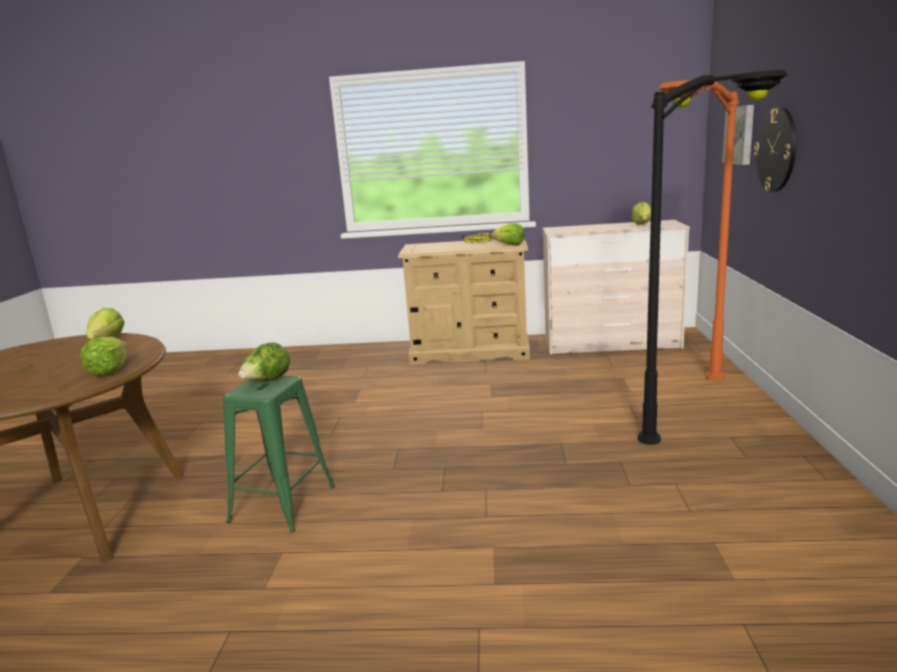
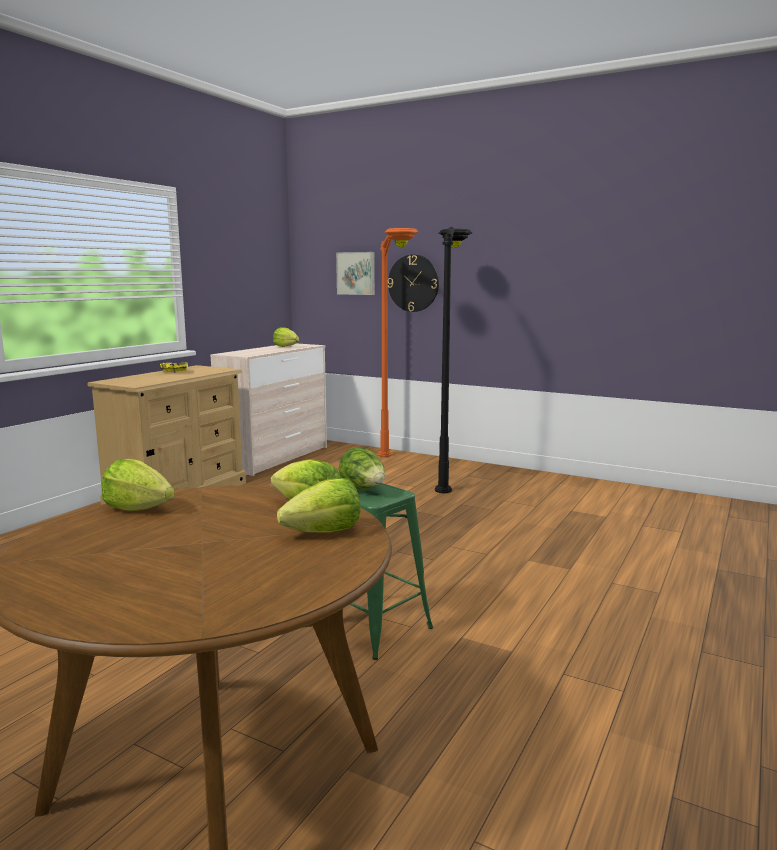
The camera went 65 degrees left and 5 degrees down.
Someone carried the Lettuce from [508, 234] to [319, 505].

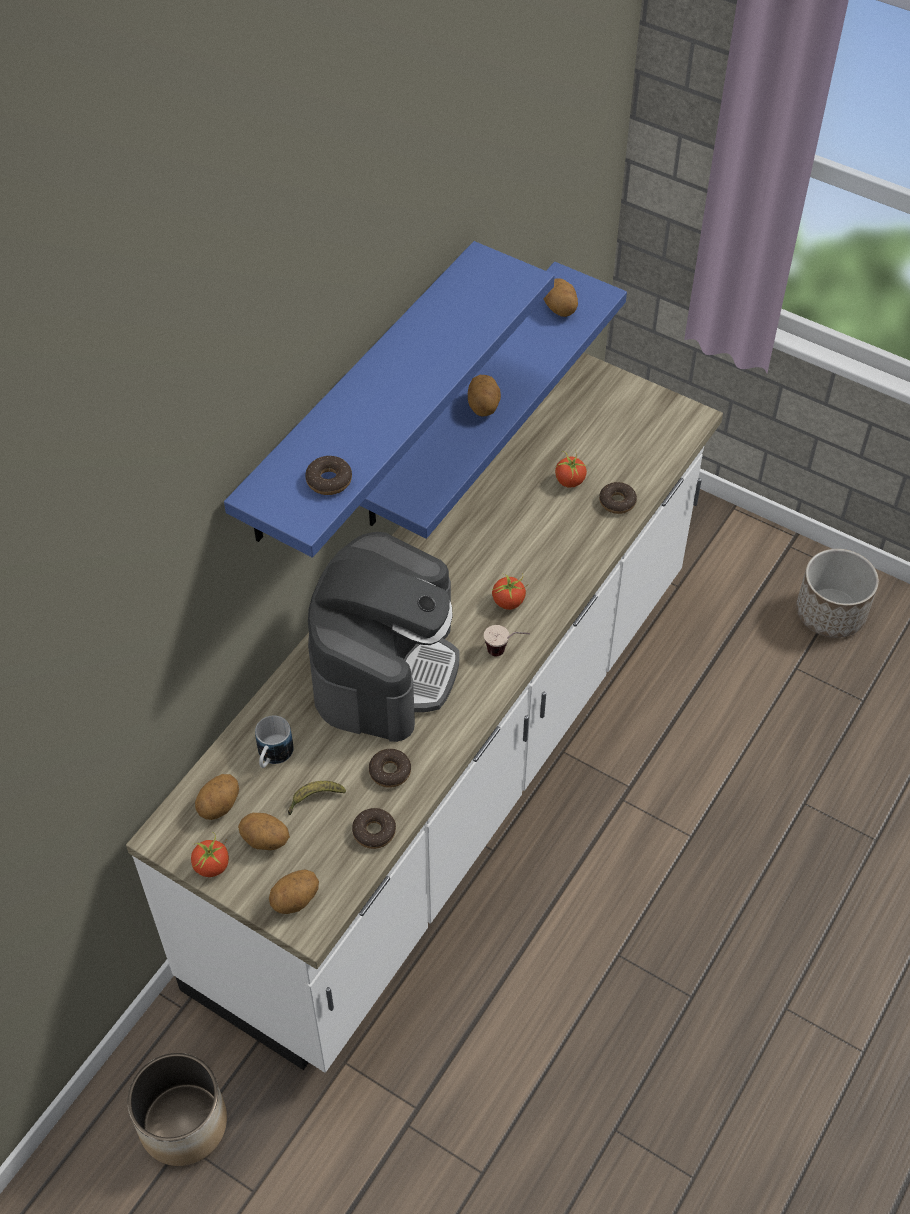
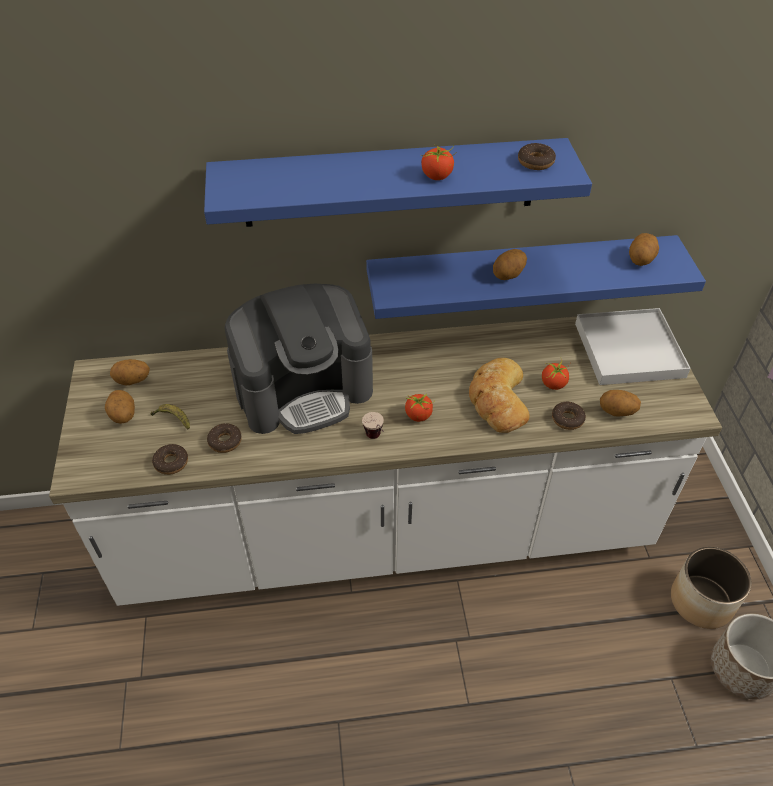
The camera went 50 degrees right and 5 degrees down.
Someone carried the Tomato from [210, 854] to [438, 162].
Someone put down the Bread at [499, 395].
Someone carried the Donut from [328, 475] to [537, 156].
Someone put down the WhiteTray at [633, 346].
Someone carried the Potato from [294, 892] to [620, 403].
Someone carried the Planter from [177, 1109] to [711, 588].
Someone took away the Mug at [274, 742].

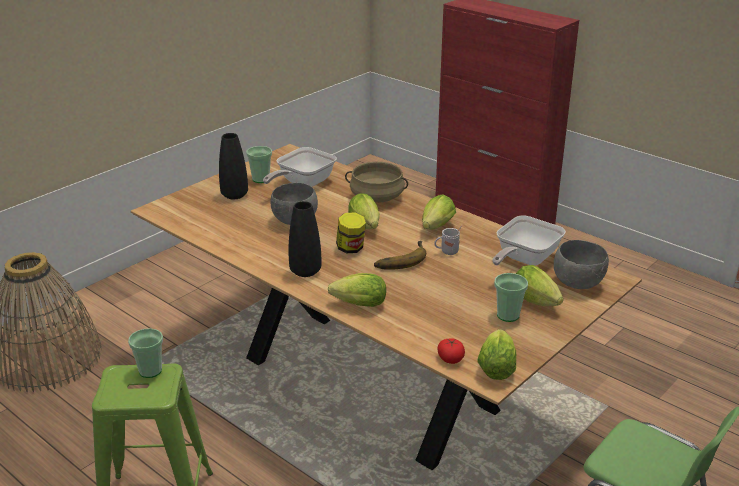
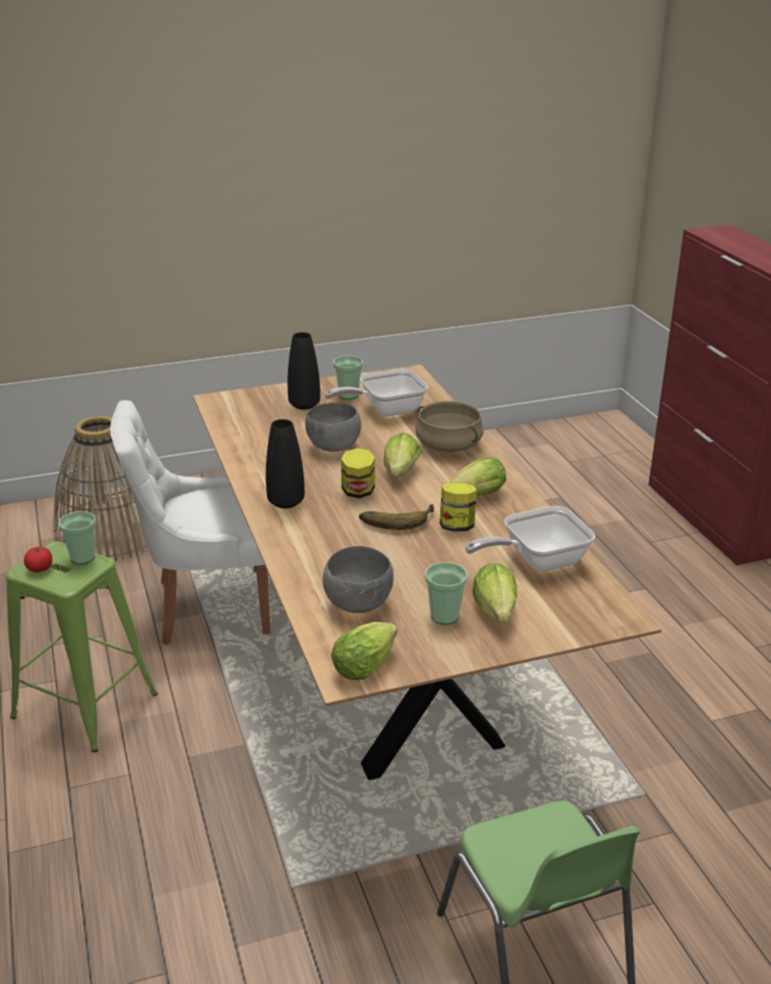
The camera went 30 degrees right and 0 degrees up.
Someone carried the Tomato from [451, 351] to [38, 559].
Someone put down the WhiteChair at [190, 522].
Someone carried the GreyBowl from [581, 264] to [358, 579].
Someone swapped the WhiteMug at [447, 240] for the Jar at [458, 507].
Someone took away the Lettuce at [357, 290].

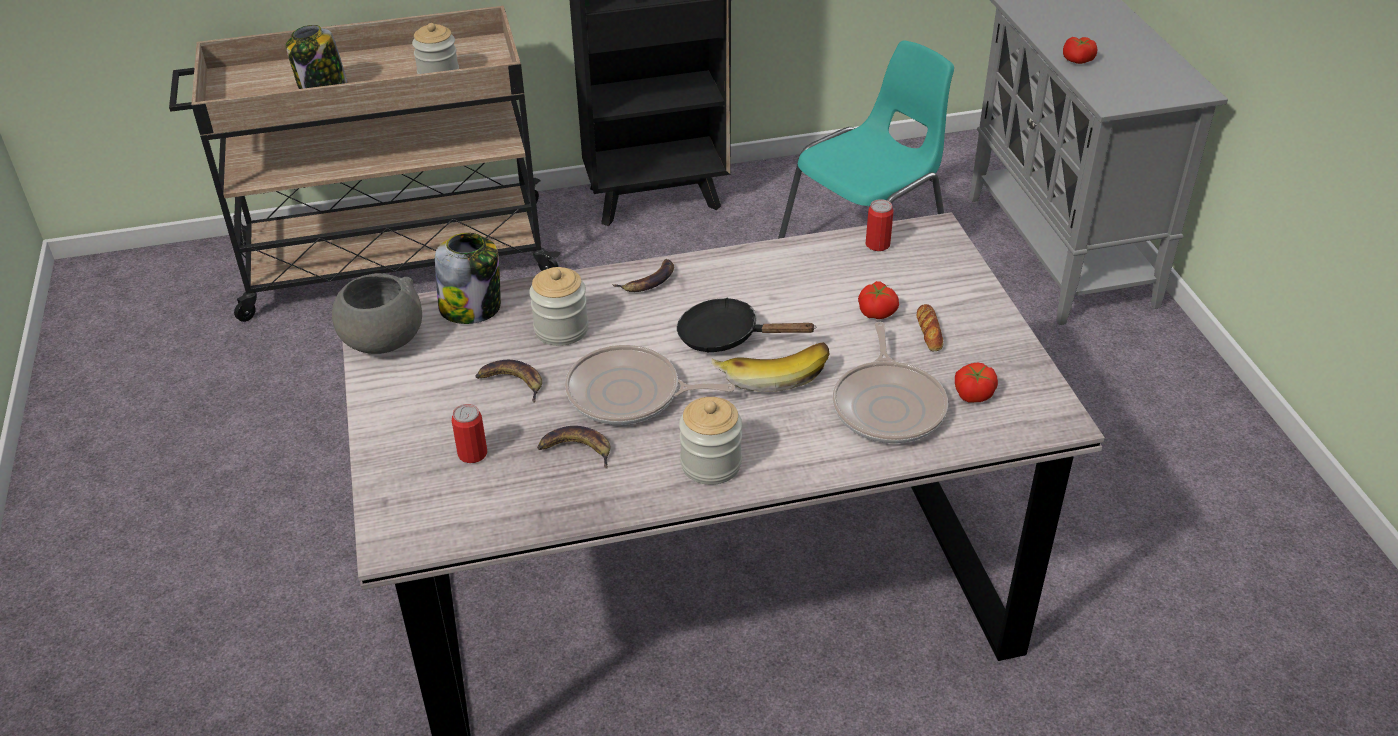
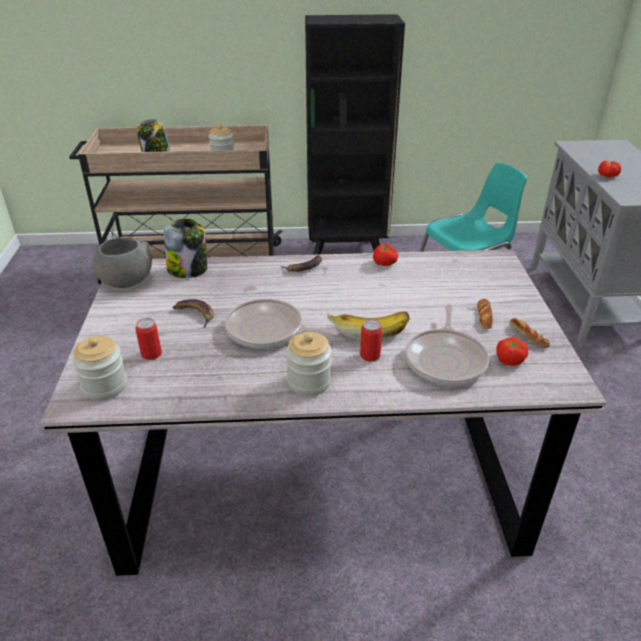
The camera went 10 degrees right and 5 degrees down.
Someone carried the Jar from [559, 306] to [99, 368].
Someone carried the Can from [879, 225] to [371, 340].
Someone carried the Tomato from [878, 300] to [385, 254].
Someone put down the Bread at [529, 333].
Someone took away the Banana at [573, 447].
Someone took away the BlackFryingPan at [746, 324].

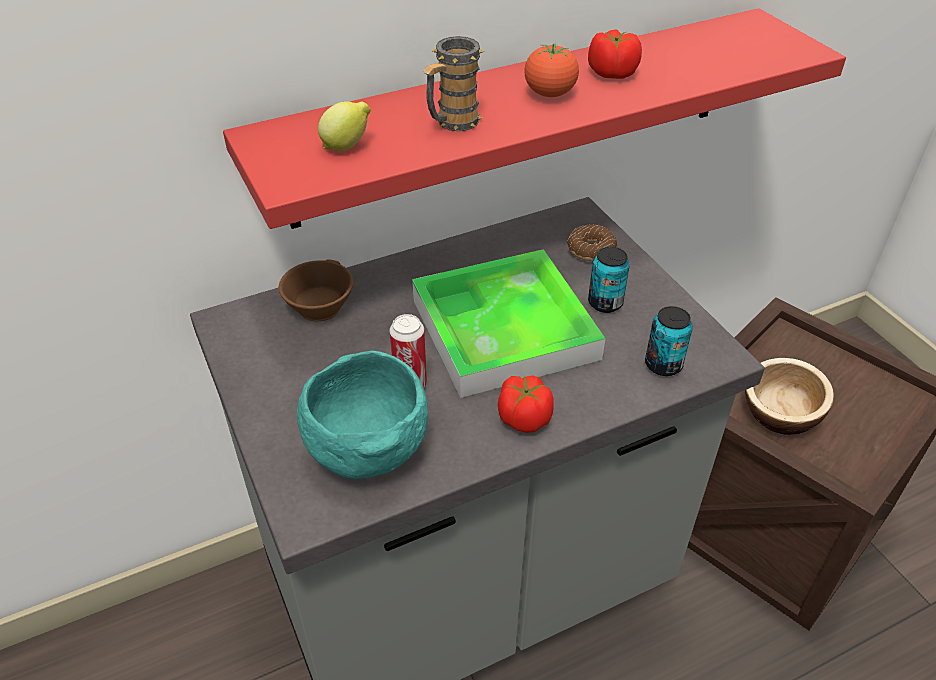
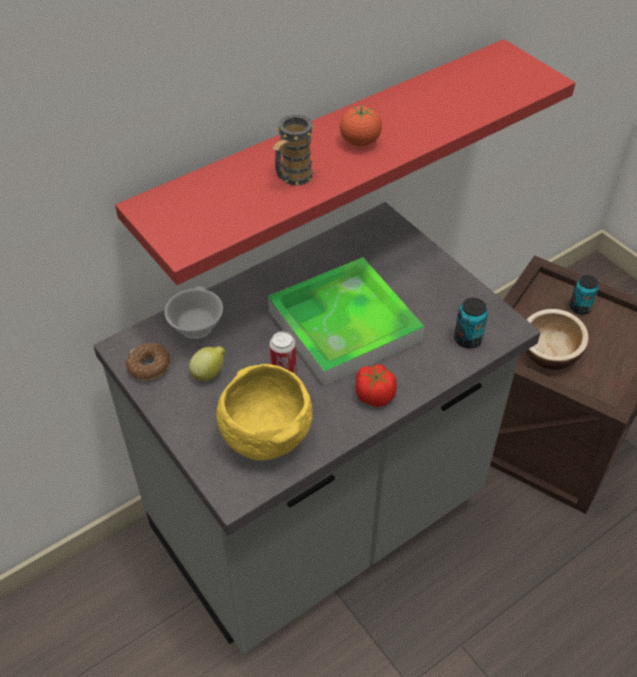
The camera went 10 degrees left and 5 degrees up.
Someone carried the Donut from [592, 243] to [148, 362].
Someone repainted the BrownCup at [316, 290], which became the WhiteCup at [193, 313].
Someone carried the Lemon from [344, 126] to [207, 363].
Someone repainted the TurquoiseBowl at [362, 415], which became the YellowBowl at [264, 412].
Someone carried the Can from [609, 280] to [584, 295].
Someone took away the Tomato at [615, 54].

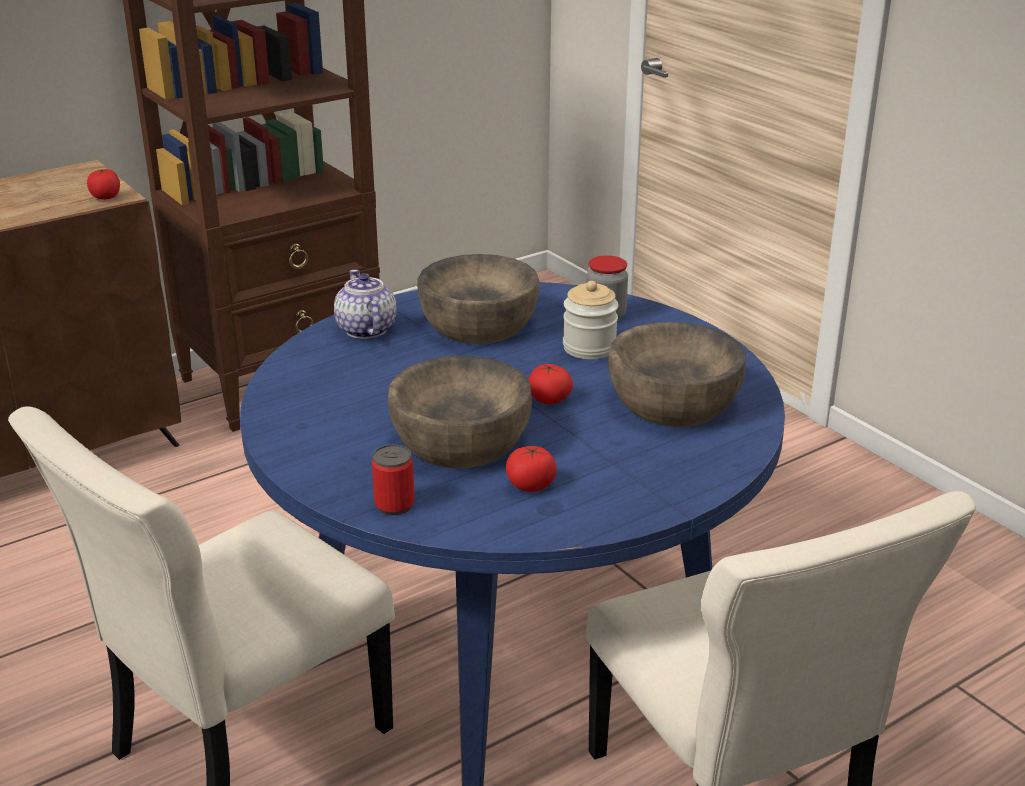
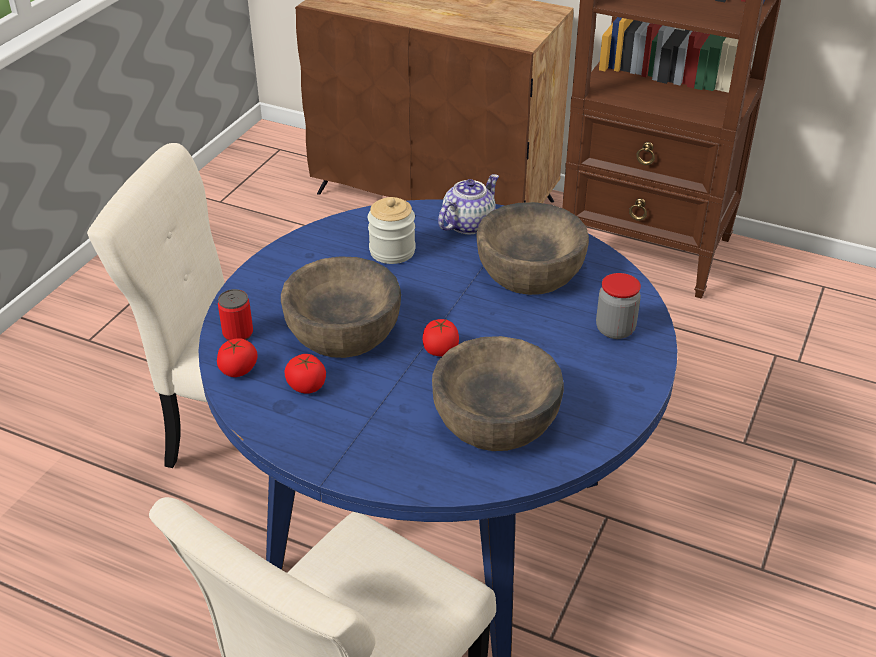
The camera went 60 degrees right and 10 degrees up.
Someone carried the Tomato from [103, 184] to [237, 357].
Someone carried the Jar from [591, 320] to [392, 230].

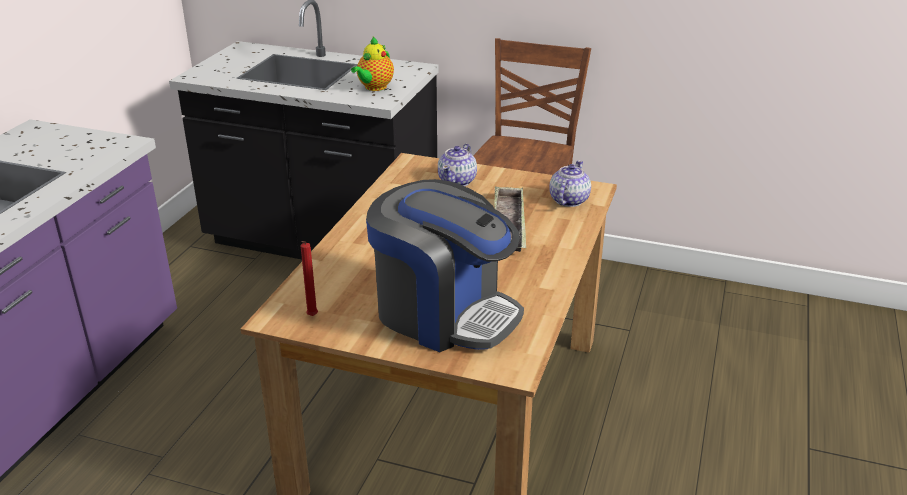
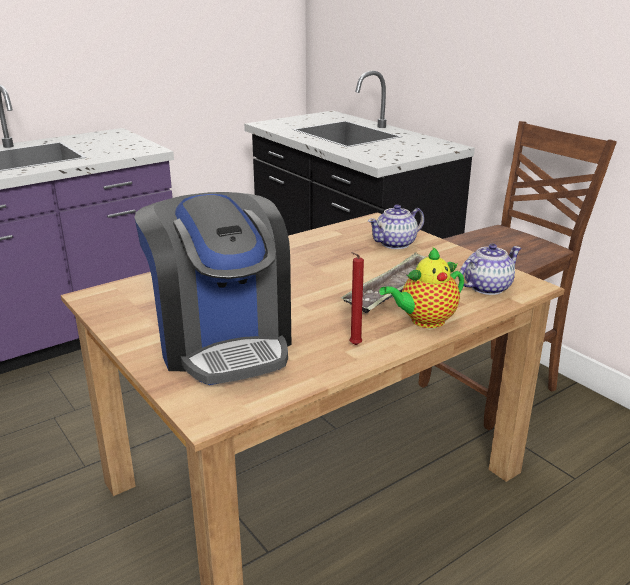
The camera went 35 degrees right and 5 degrees down.
Someone carried the RedCandle from [309, 278] to [357, 298].
Someone carried the Teapot from [372, 64] to [421, 287].

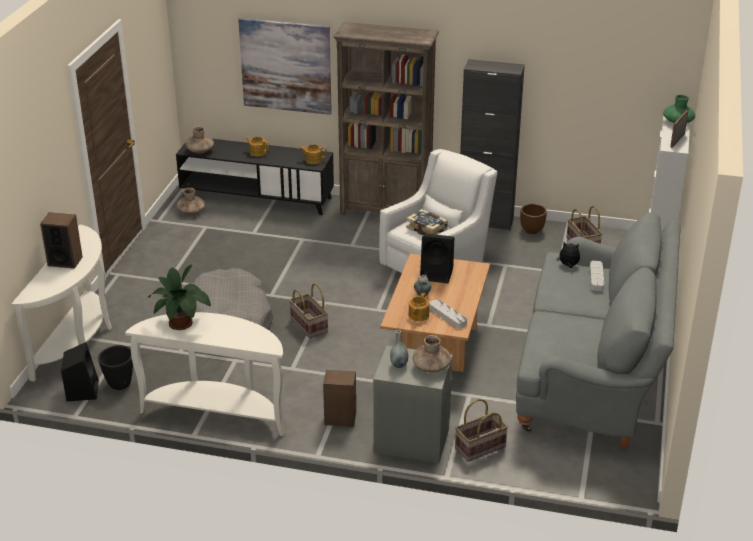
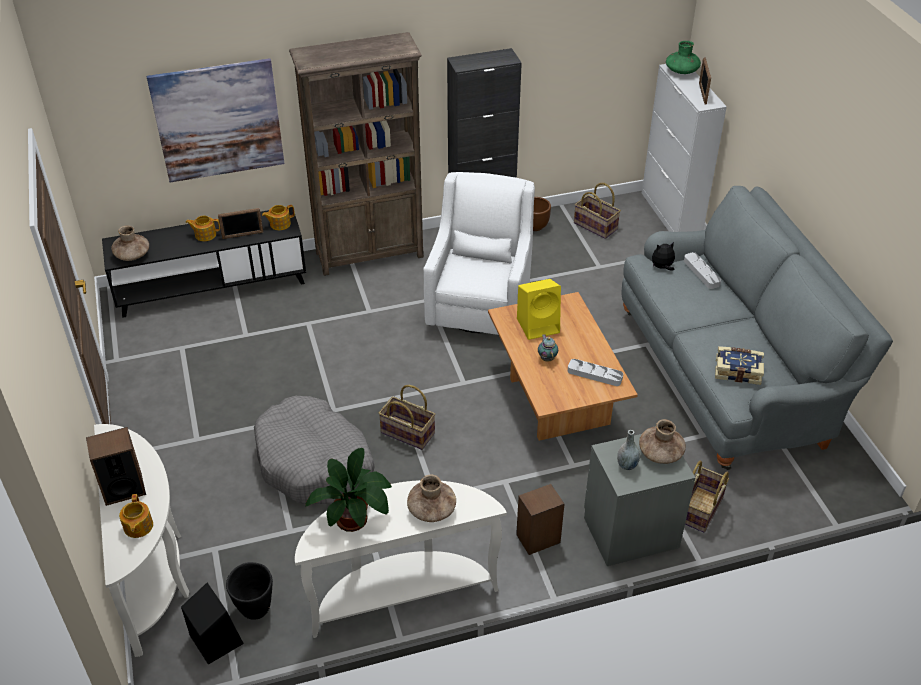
The camera went 30 degrees left and 10 degrees up.
Someone carried the Teapot from [419, 307] to [136, 516].
Someone put down the PictureFrame at [240, 223].
Someone carried the BrownVase from [191, 201] to [431, 498].
Someone repainted the BlackSpeaker at [437, 258], which became the YellowSpeaker at [539, 309].
Someone carried the Book from [427, 222] to [739, 365].

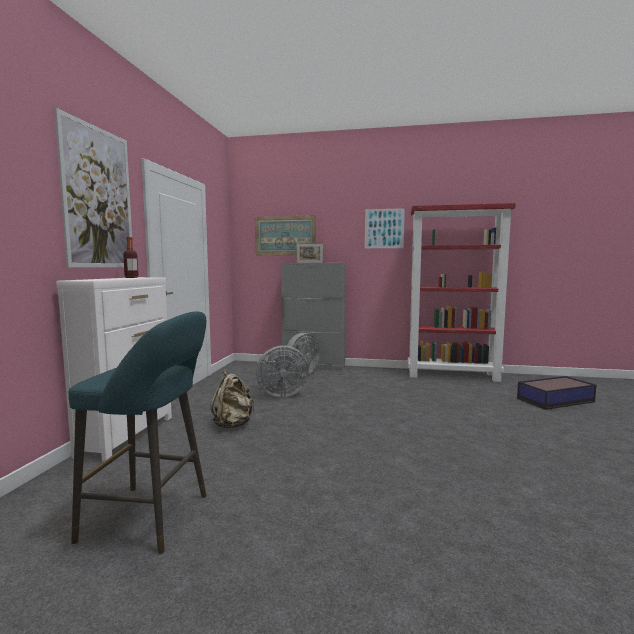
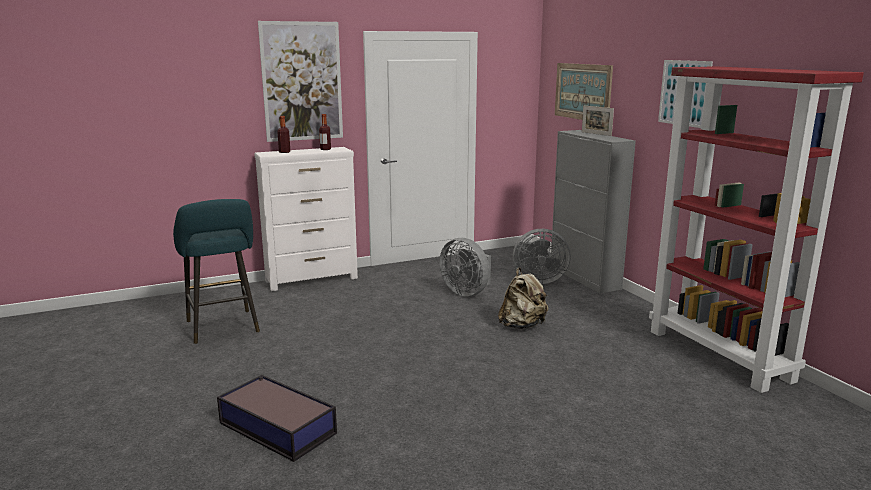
The camera went 55 degrees right and 10 degrees up.
Someone carried the StorageBox from [556, 393] to [277, 418].
Someone put down the Bottle at [283, 134].
Someone carried the BeigeBackpack from [232, 398] to [523, 298].

